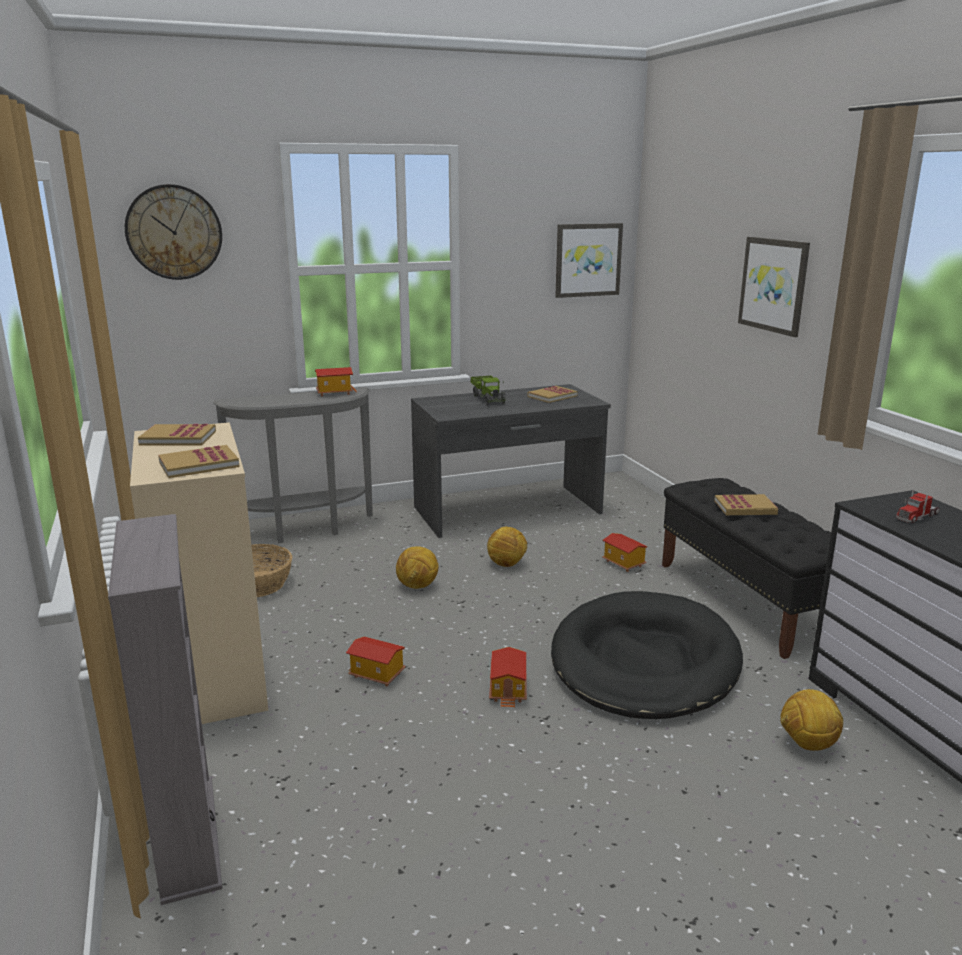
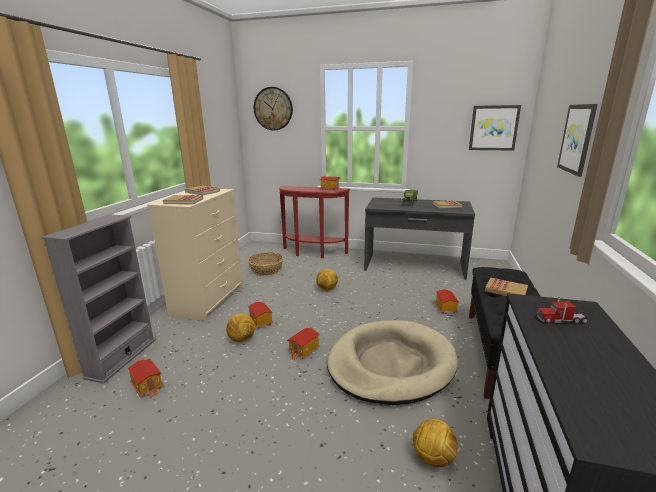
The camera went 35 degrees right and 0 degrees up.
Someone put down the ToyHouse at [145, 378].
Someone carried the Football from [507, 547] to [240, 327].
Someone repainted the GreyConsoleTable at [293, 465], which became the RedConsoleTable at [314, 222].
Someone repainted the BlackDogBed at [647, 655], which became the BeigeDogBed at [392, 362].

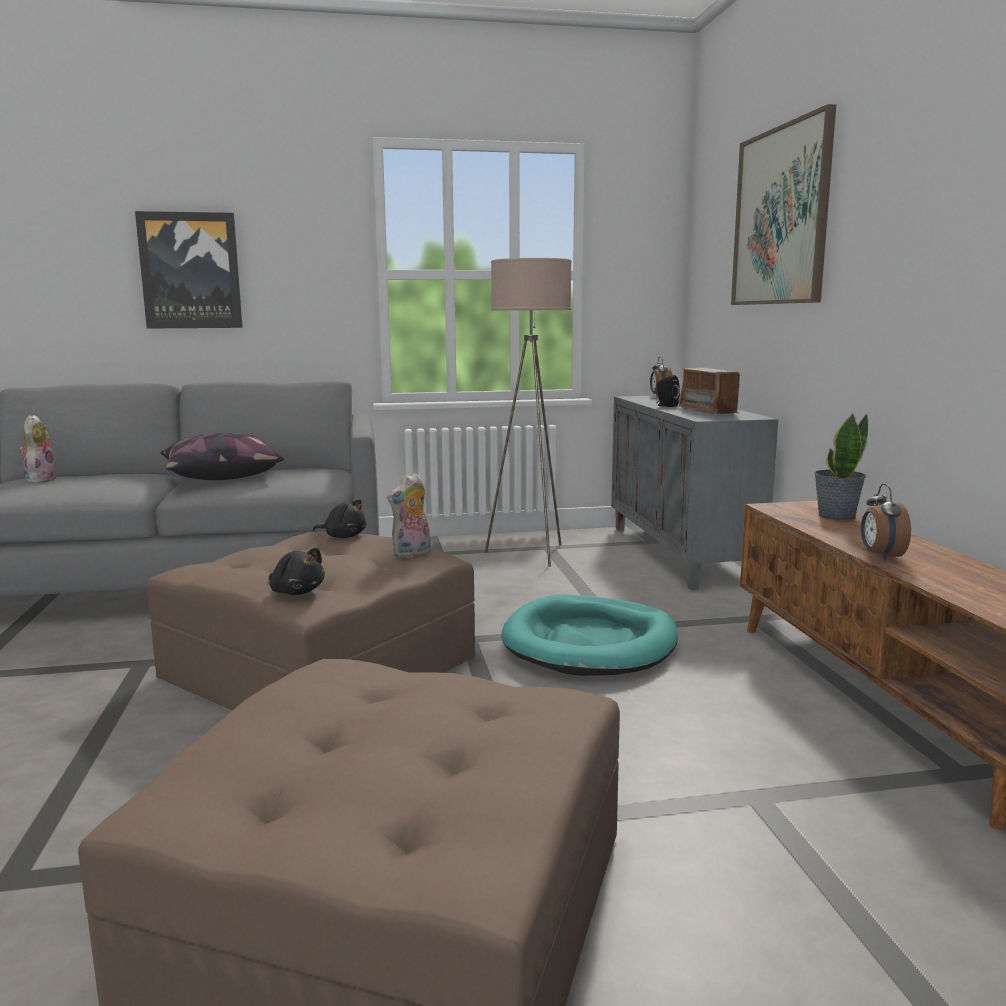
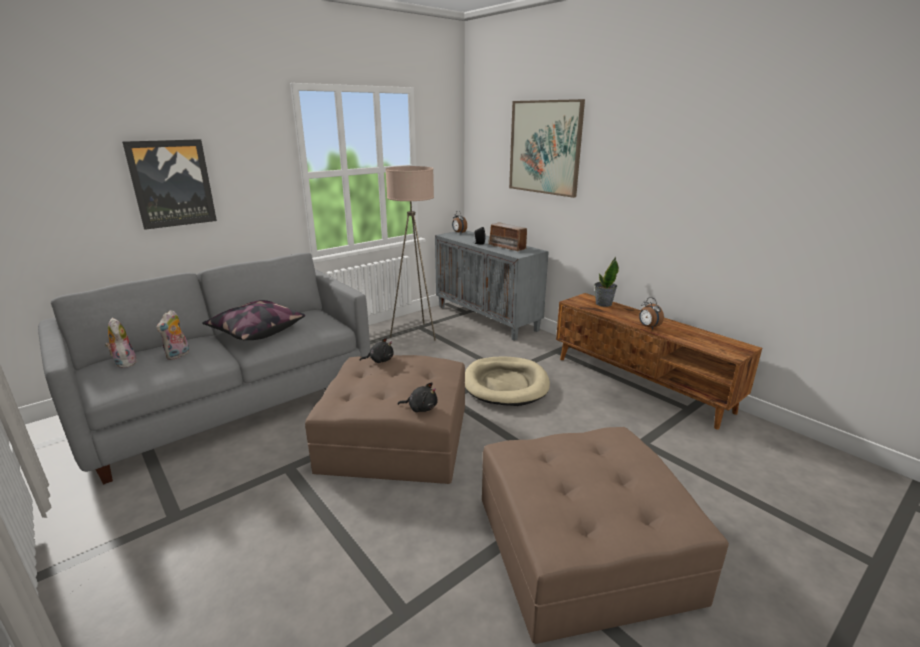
The camera went 30 degrees left and 10 degrees up.
Someone carried the PlushToy from [409, 515] to [172, 335].
Someone repainted the TurquoiseDogBed at [589, 635], which became the BeigeDogBed at [507, 381].

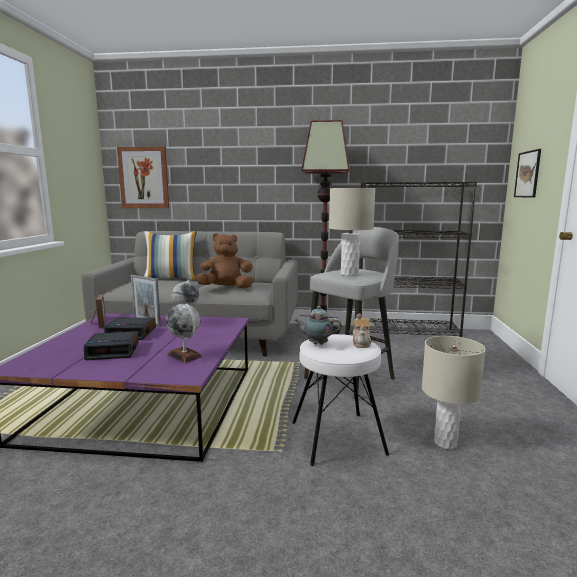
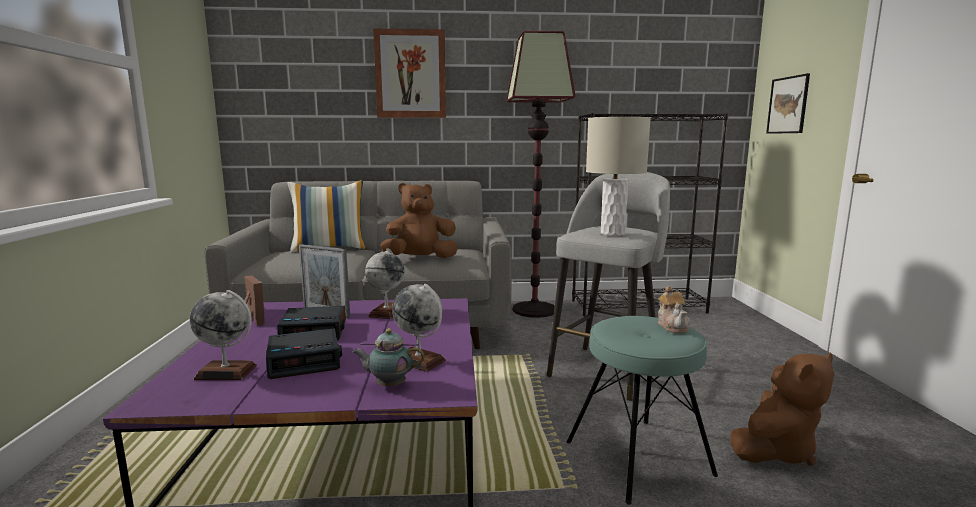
The camera went 10 degrees left and 0 degrees up.
Someone put down the Globe at [223, 335].
Someone carried the Teapot from [318, 325] to [389, 357].
Someone carried the Picture from [143, 177] to [409, 73].
Someone repainted the WhiteStool at [340, 400], which became the TurquoiseStool at [642, 410].
Someone swapped the BeigeTableLamp at [454, 392] for the BrownPlushToy at [782, 409].

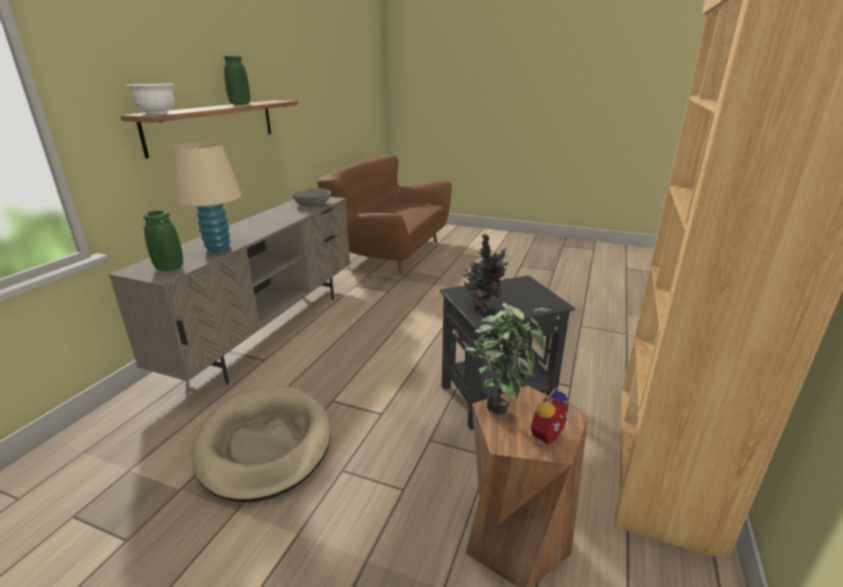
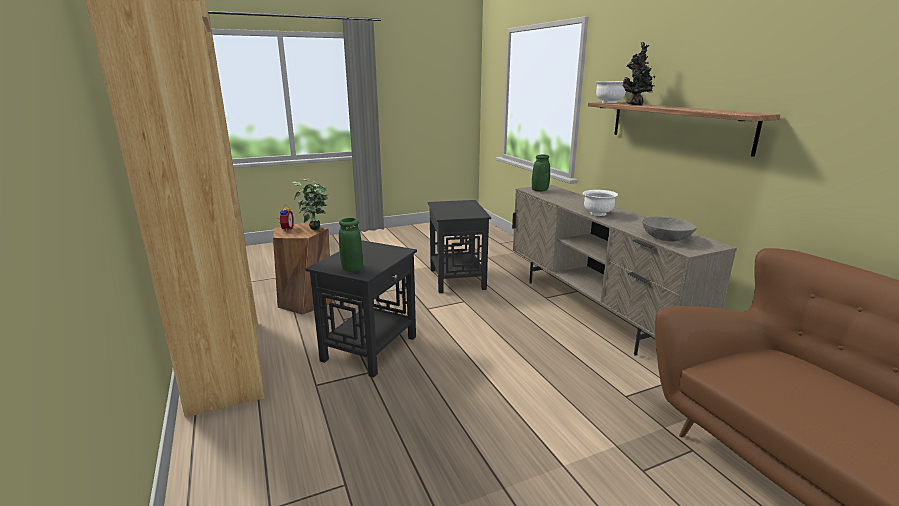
The camera went 135 degrees right and 5 degrees down.
Someone carried the GreenVase from [237, 80] to [351, 245].
Someone swapped the BeigeDogBed at [261, 444] for the BlackSideTable at [459, 246].
Someone put down the WhiteBowl at [600, 203].
Someone carried the PottedPlant from [485, 273] to [639, 73].
Someone took away the BeigeTableLamp at [207, 197].

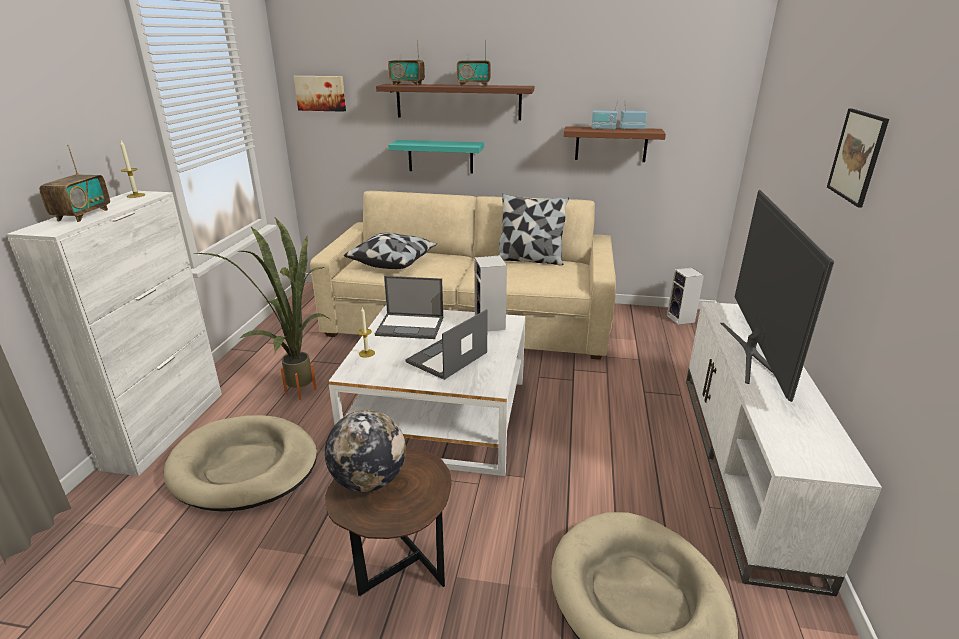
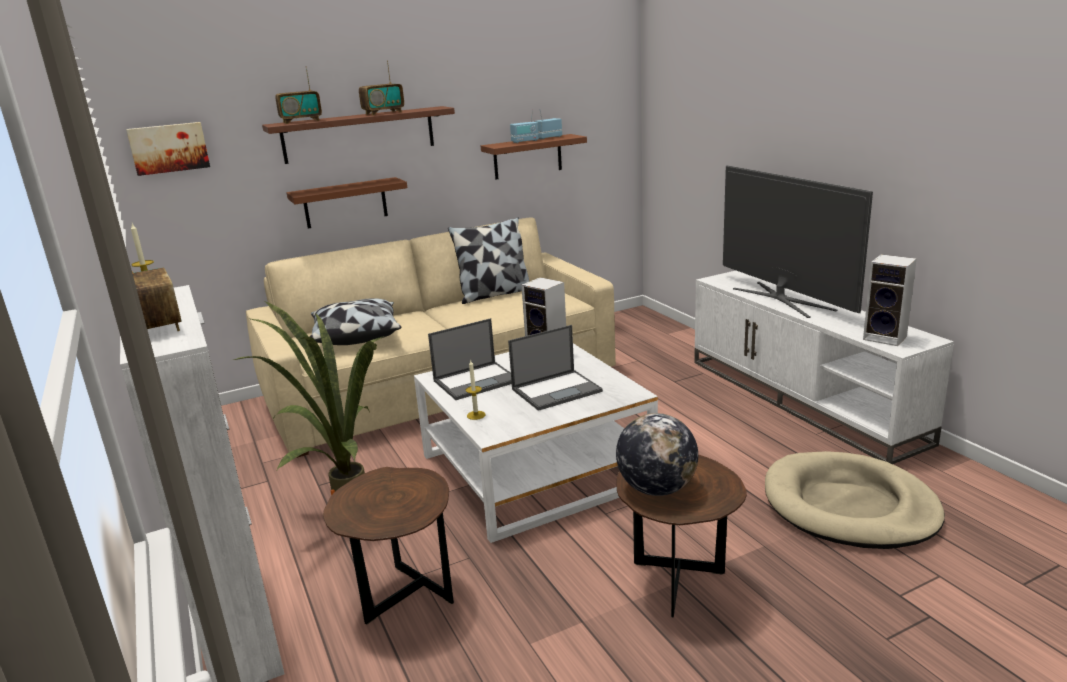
The camera went 35 degrees left and 5 degrees down.
Someone repainted the TurquoiseShelf at [436, 157], which became the BrownShelf at [346, 202].
Someone swapped the BeigeDogBed at [240, 463] for the BrownSideTable at [388, 545].
Someone rotated the Laptop at [447, 344] by 120 degrees counterclockwise.
Someone carried the Speaker from [685, 296] to [890, 300].
Someone took away the Picture at [858, 157].

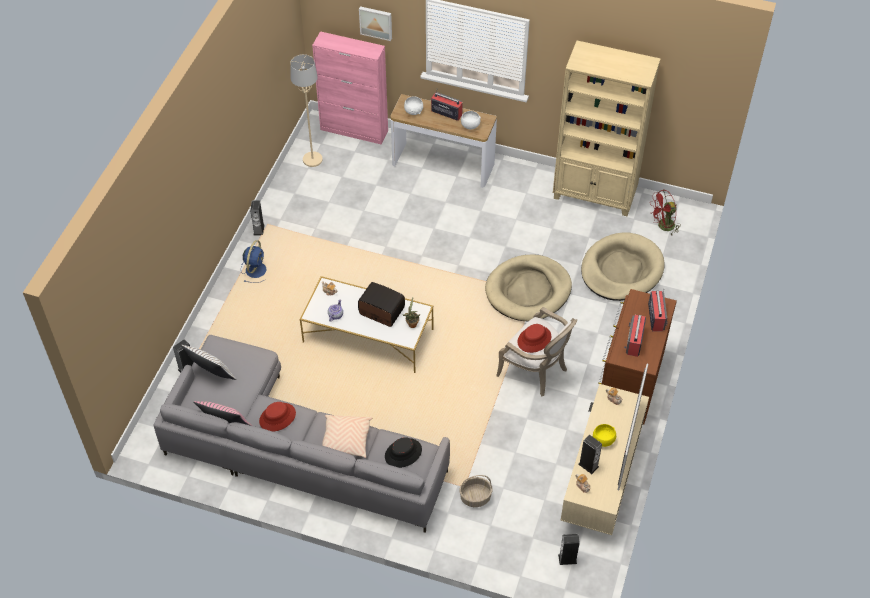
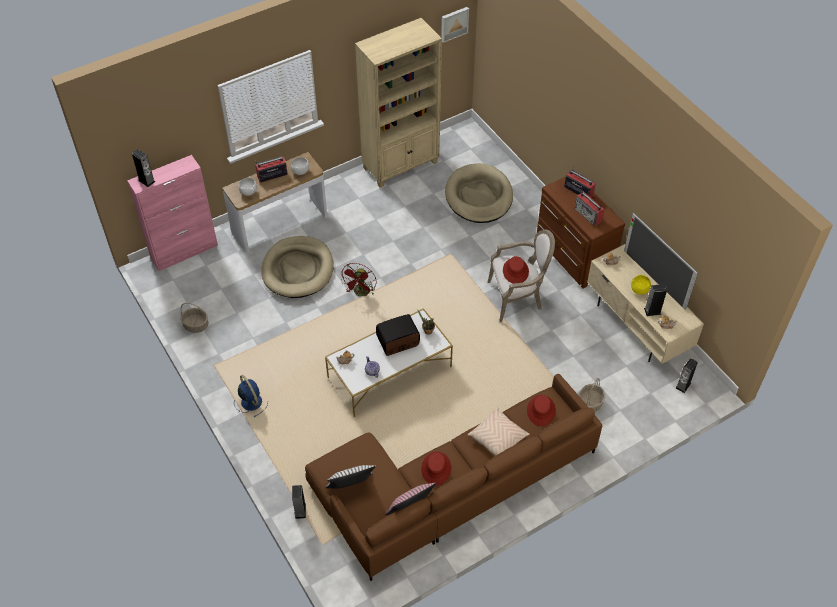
The camera went 50 degrees left and 0 degrees up.
Someone carried the Speaker from [257, 217] to [143, 168].
Someone put down the Basket at [194, 318].
Someone carried the BeigeDogBed from [528, 287] to [297, 267].
Someone repainted the GreySofa at [302, 434], which became the BrownSofa at [453, 477].
Someone carried the RedFan from [665, 212] to [358, 279].
Someone carried the Picture from [375, 23] to [455, 25].
Someone repainted the BlackHat at [403, 452], which became the RedHat at [541, 410].
Someone took away the BeigeFloorLamp at [306, 110].

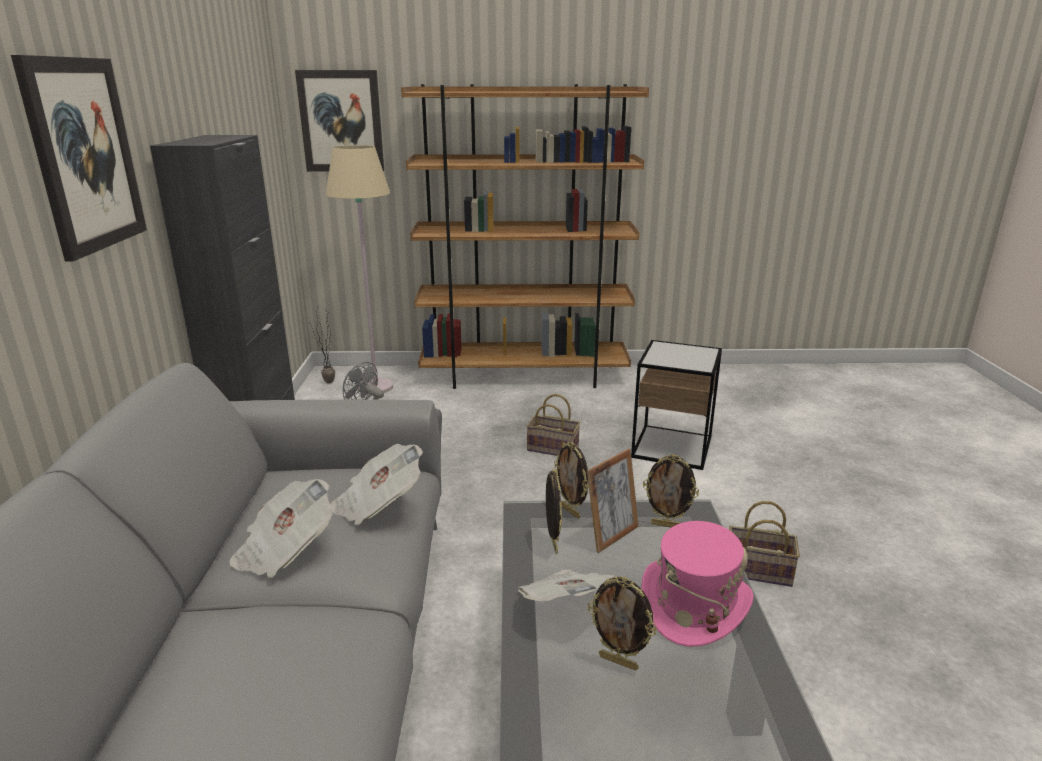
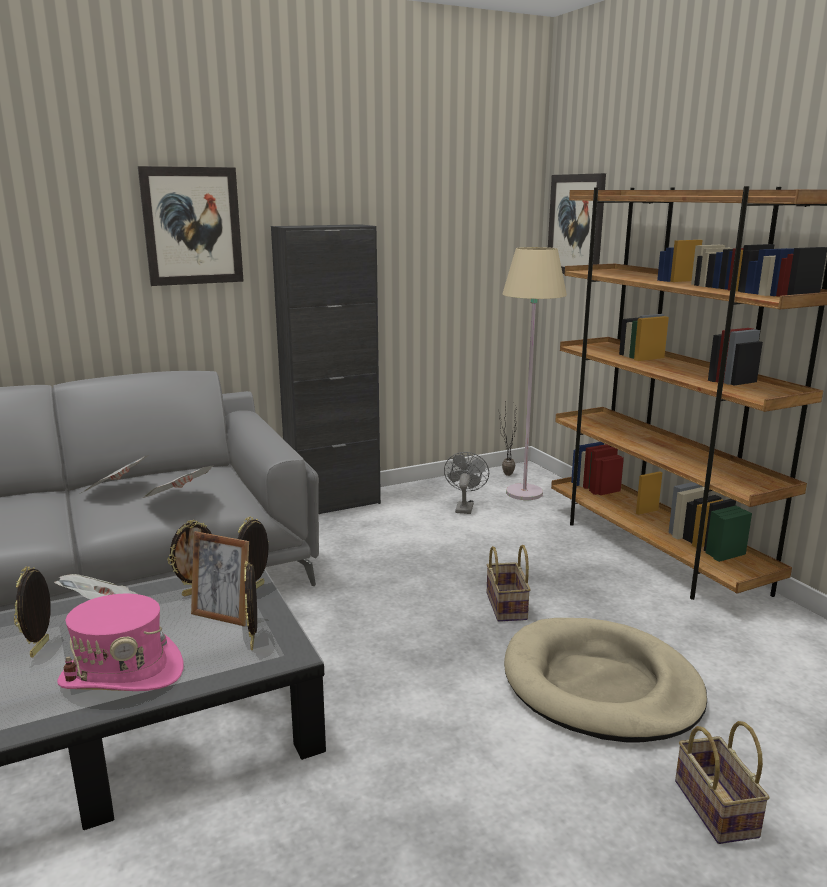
The camera went 65 degrees right and 5 degrees down.
Someone swapped the SideTable at [676, 405] for the BeigeDogBed at [605, 680].
Someone carried the Basket from [764, 544] to [722, 782].

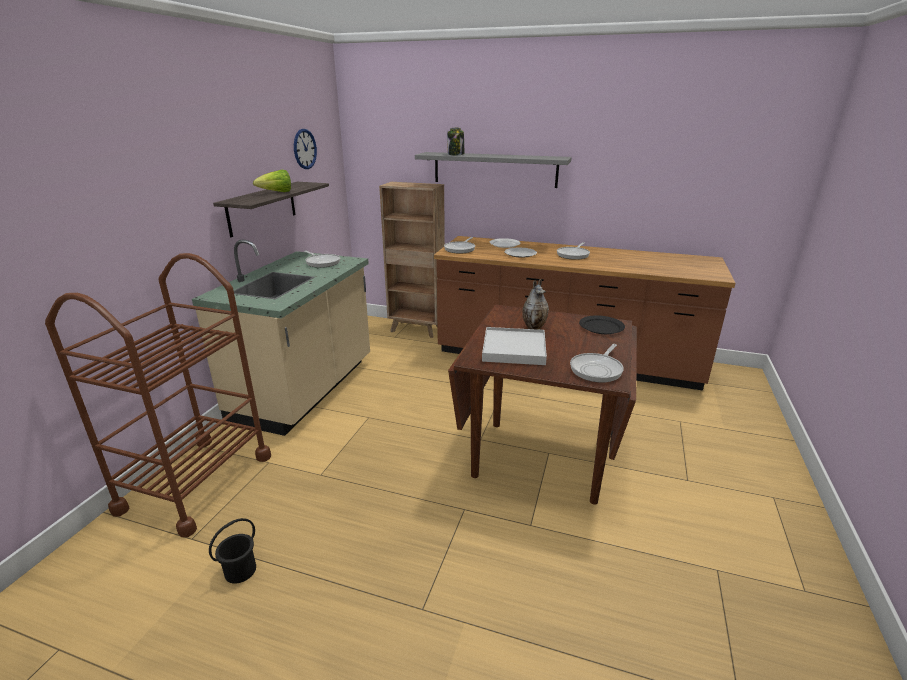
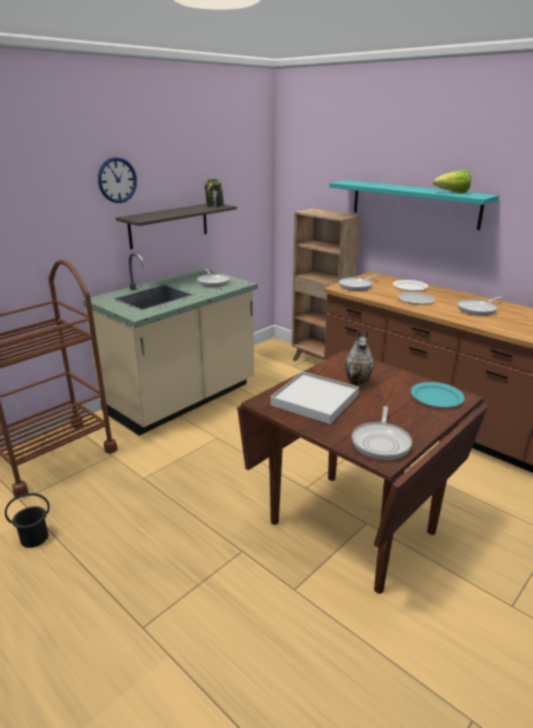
The camera went 25 degrees right and 0 degrees up.
Someone carried the WallClock from [305, 149] to [117, 180].
Someone carried the Jar from [455, 141] to [214, 193].
Someone repainted the GreyShelf at [493, 170], which became the TurquoiseShelf at [414, 205].
Someone rotated the FryingPan at [597, 363] by 45 degrees counterclockwise.
Someone repainted the BlackPlate at [602, 325], which became the TurquoisePlate at [438, 394].
Someone carried the Lettuce from [272, 181] to [452, 181].

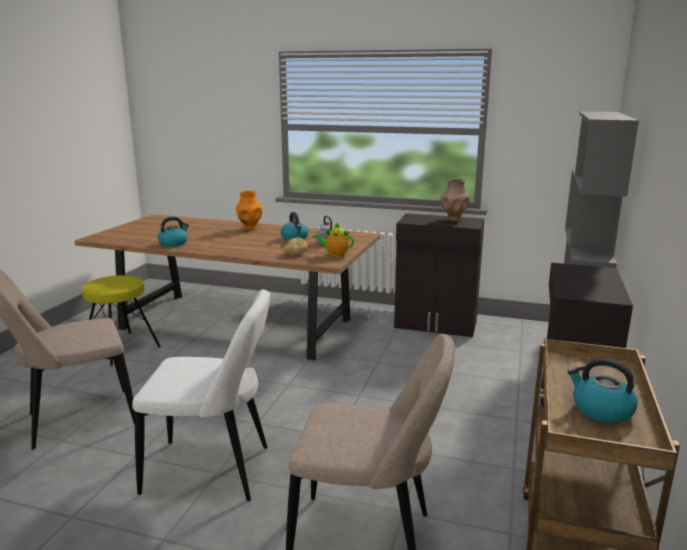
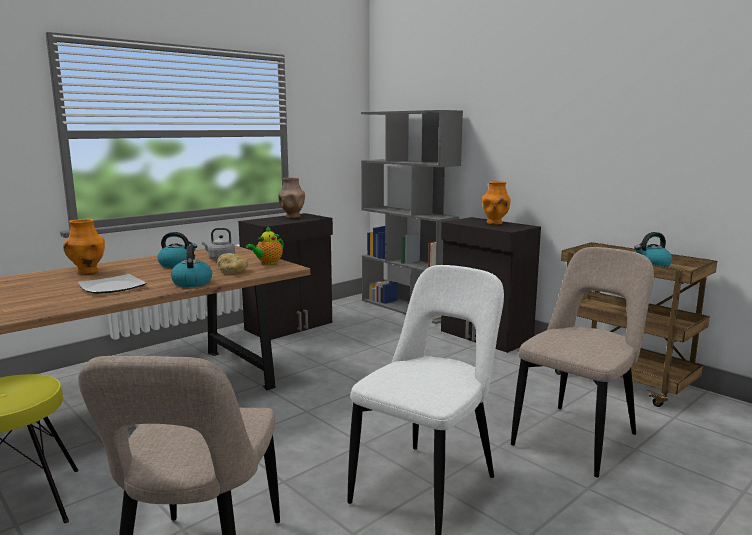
The camera went 60 degrees left and 5 degrees down.
Someone put down the Plate at [112, 284].
Someone carried the Kettle from [173, 232] to [191, 266].
Someone put down the OrangeVase at [496, 203].

